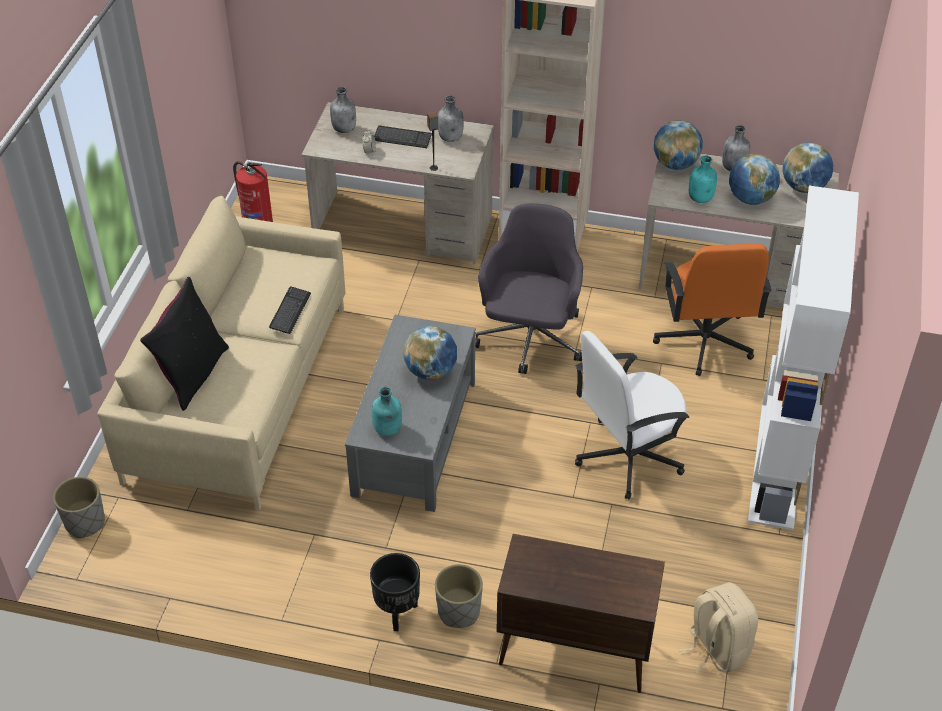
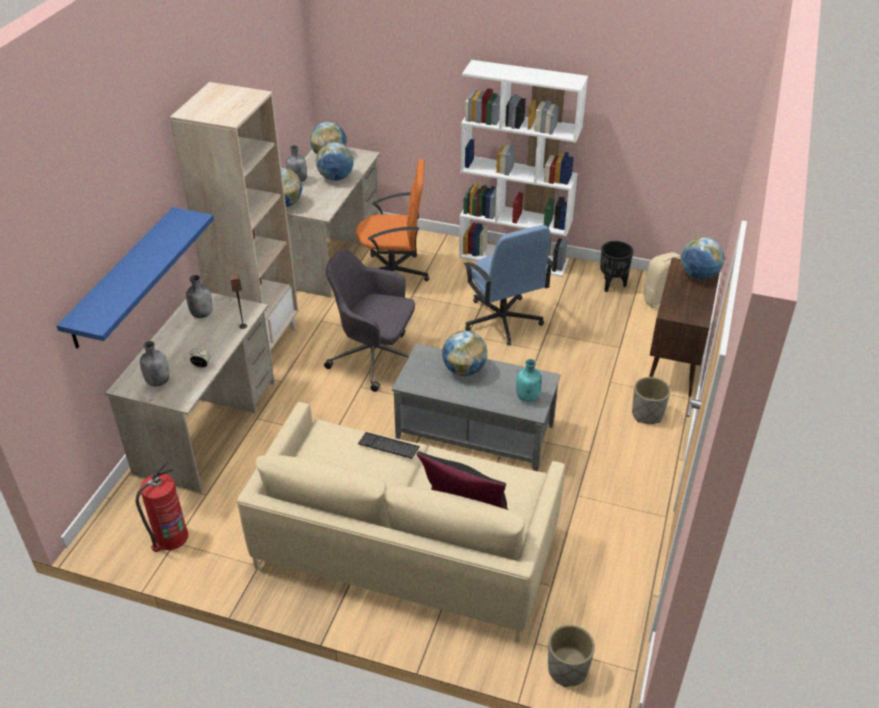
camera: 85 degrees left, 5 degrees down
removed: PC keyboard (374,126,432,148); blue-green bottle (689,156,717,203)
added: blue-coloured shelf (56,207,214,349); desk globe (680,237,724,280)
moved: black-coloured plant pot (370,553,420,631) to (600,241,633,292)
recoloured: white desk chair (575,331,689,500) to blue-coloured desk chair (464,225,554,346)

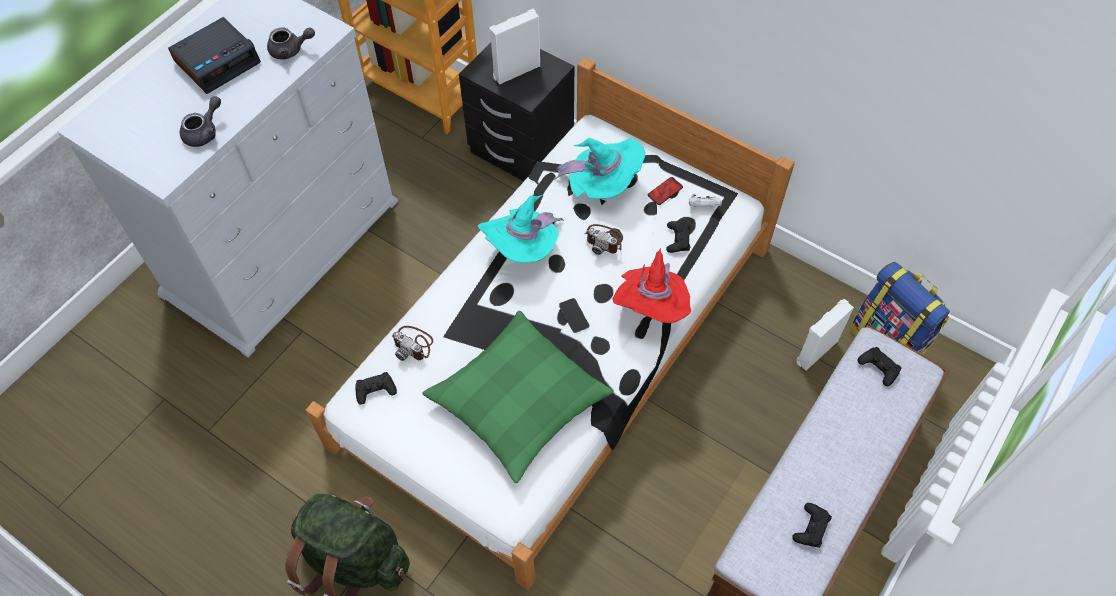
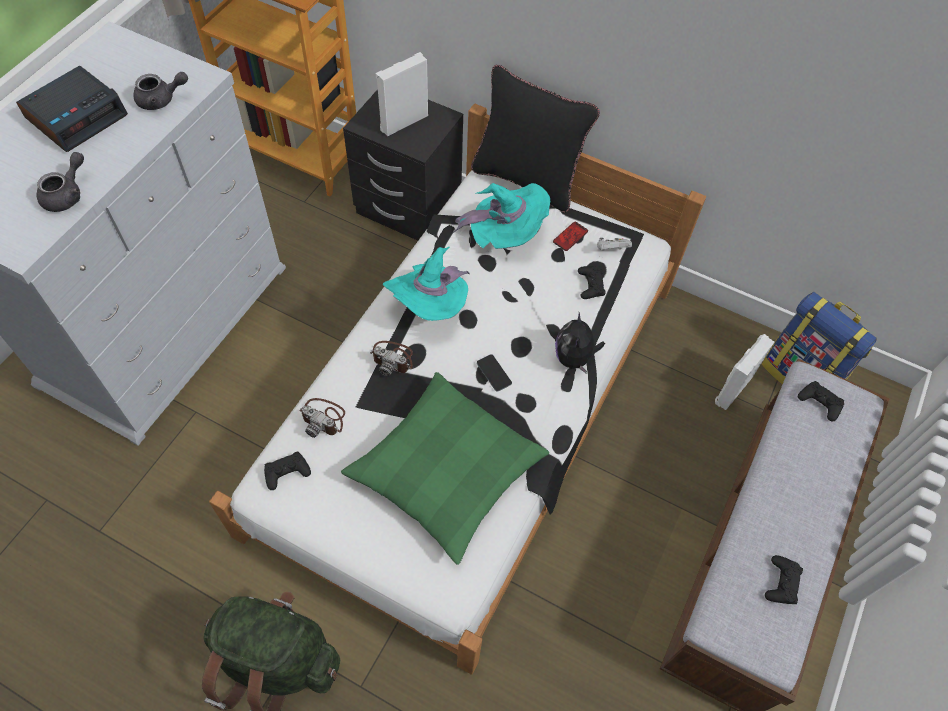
camera: 10 degrees left, 0 degrees up
added: black-coloured throw pillow (471,65,600,213)
moved: still camera (584,224,622,255) to (370,341,413,376)
replaced: reddish wearable hat (612,247,691,323) to soft toy (555,313,605,374)

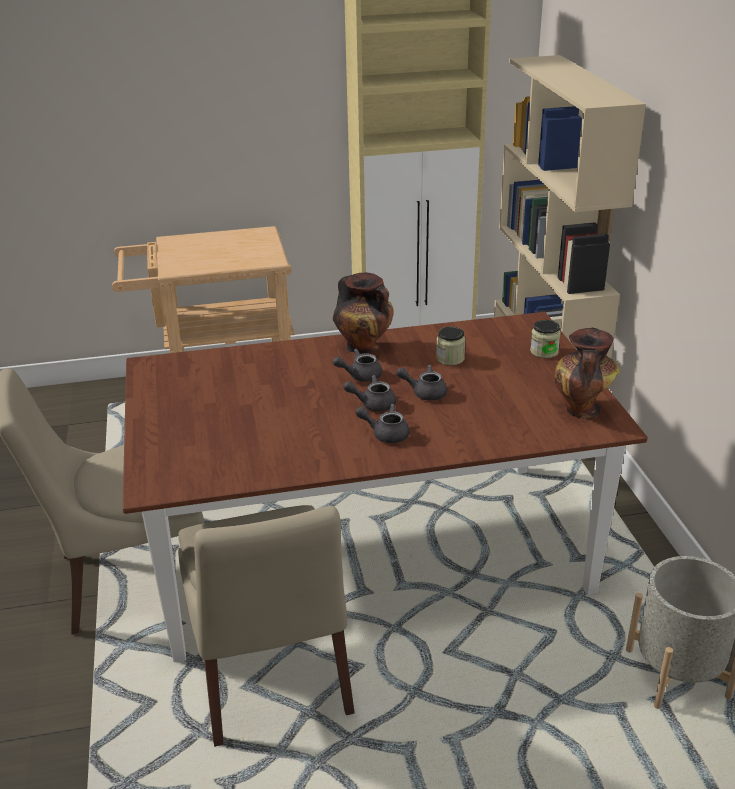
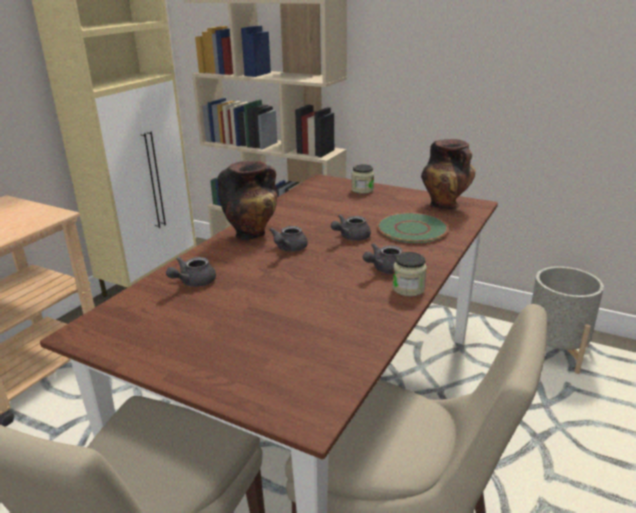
camera: 50 degrees left, 5 degrees down
added: greenish plate (377,213,449,243)
moved: grey teapot (343,375,396,412) to (166,257,216,287); preserve jar (436,327,465,365) to (393,252,427,296)

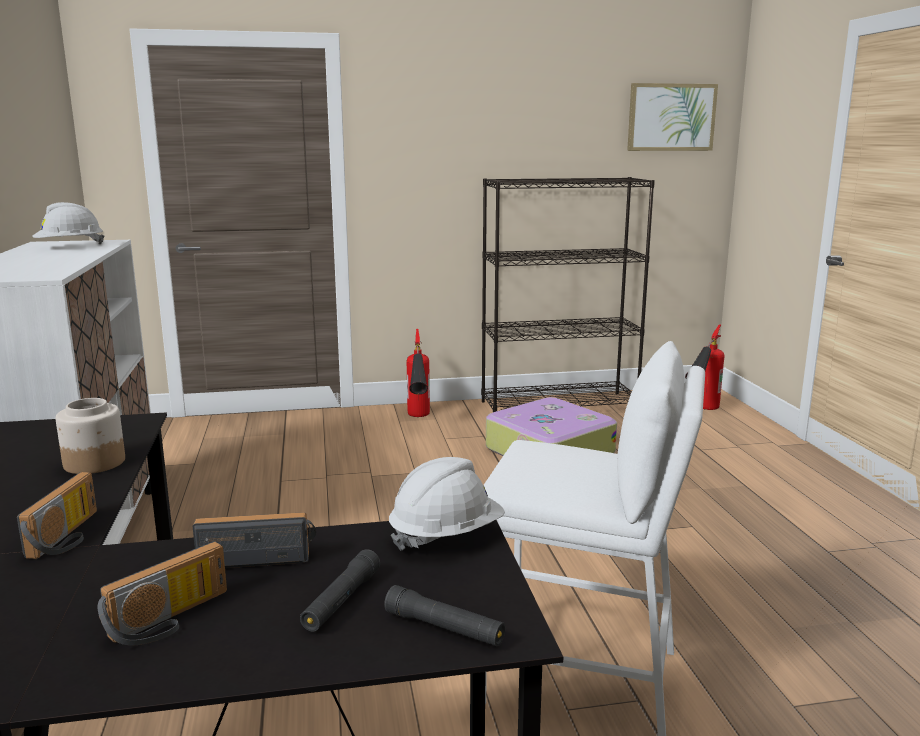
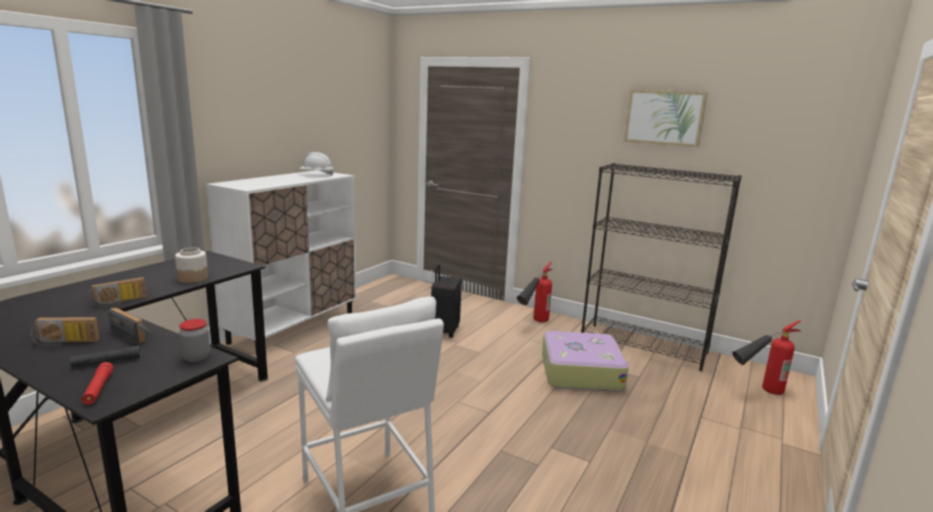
camera: 40 degrees right, 0 degrees up
added: black-coloured suitcase (431,264,462,338)
moved: wall picture (627,83,718,151) to (624,90,708,147)
replaced: white safety helmet (389,457,505,551) to preserve jar (179,319,210,362)
recoloured: black-coloured flashlight (384,585,505,646) to reddish flashlight (82,362,114,405)

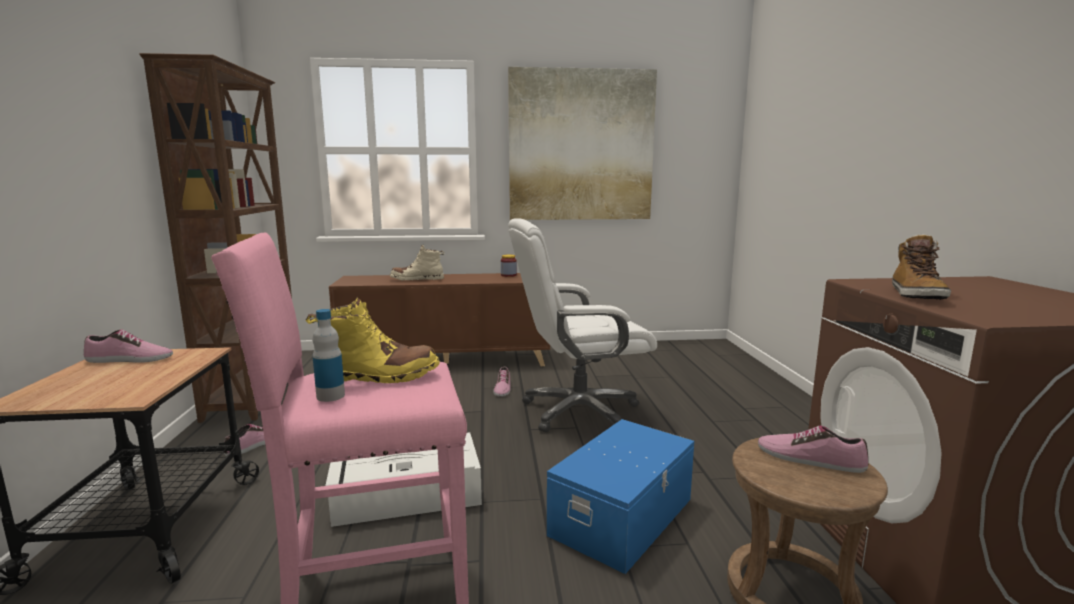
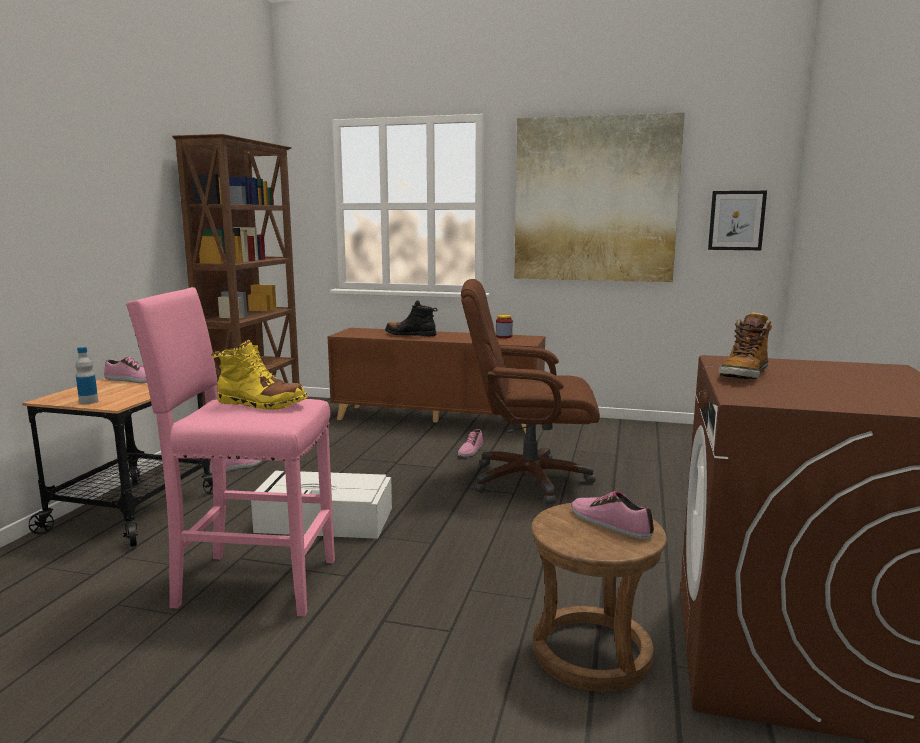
camera: 20 degrees right, 0 degrees up
removed: blue-coloured storage container (547,419,694,574)
added: wall picture (708,191,767,250)
moved: bottle (312,309,345,402) to (75,347,98,404)
recoloured: sand-coloured tall boot (389,244,444,280) to black-coloured tall boot (385,301,438,336); white desk chair (508,218,657,432) to brownish desk chair (461,279,600,504)

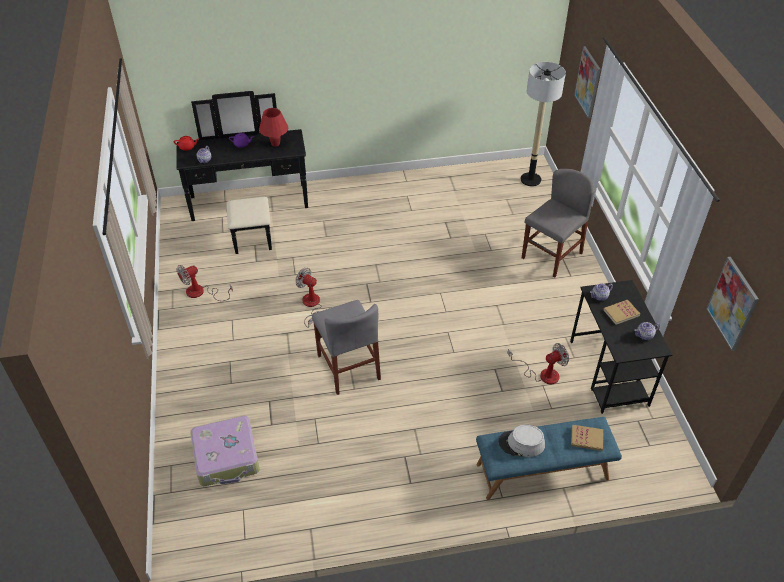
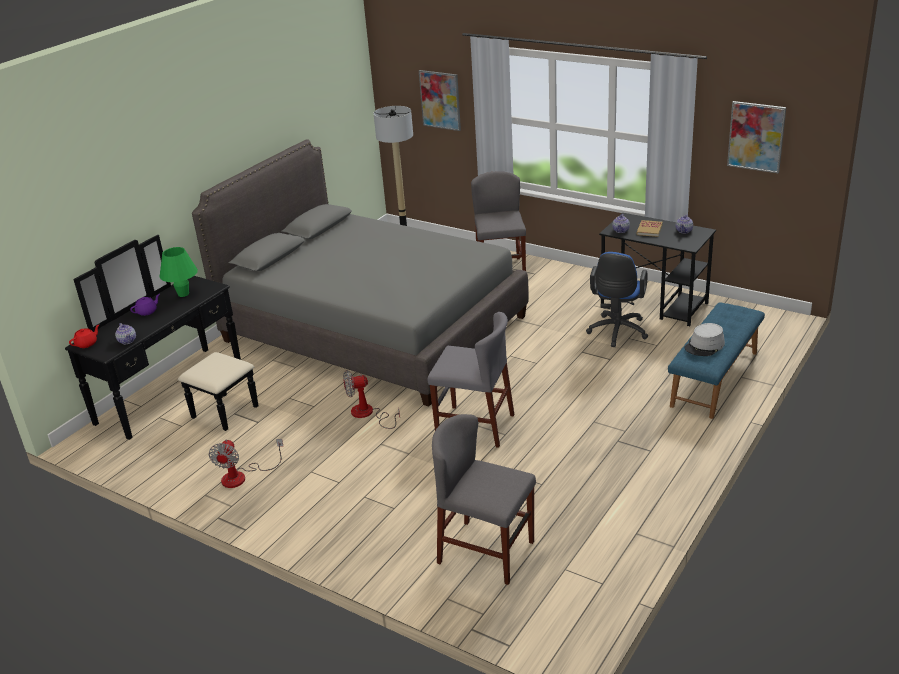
camera: 45 degrees left, 15 degrees down
removed: book (571,425,603,451)
added: grey bed (192,139,529,407)
replaced: suitcase (190,416,260,486) to grey chair (432,414,536,585); cooling fan (507,343,569,384) to blue-coloured desk chair (586,252,648,347)
recoloured: reddish lamp for a table (259,108,288,146) to greenish lamp for a table (160,247,198,297)

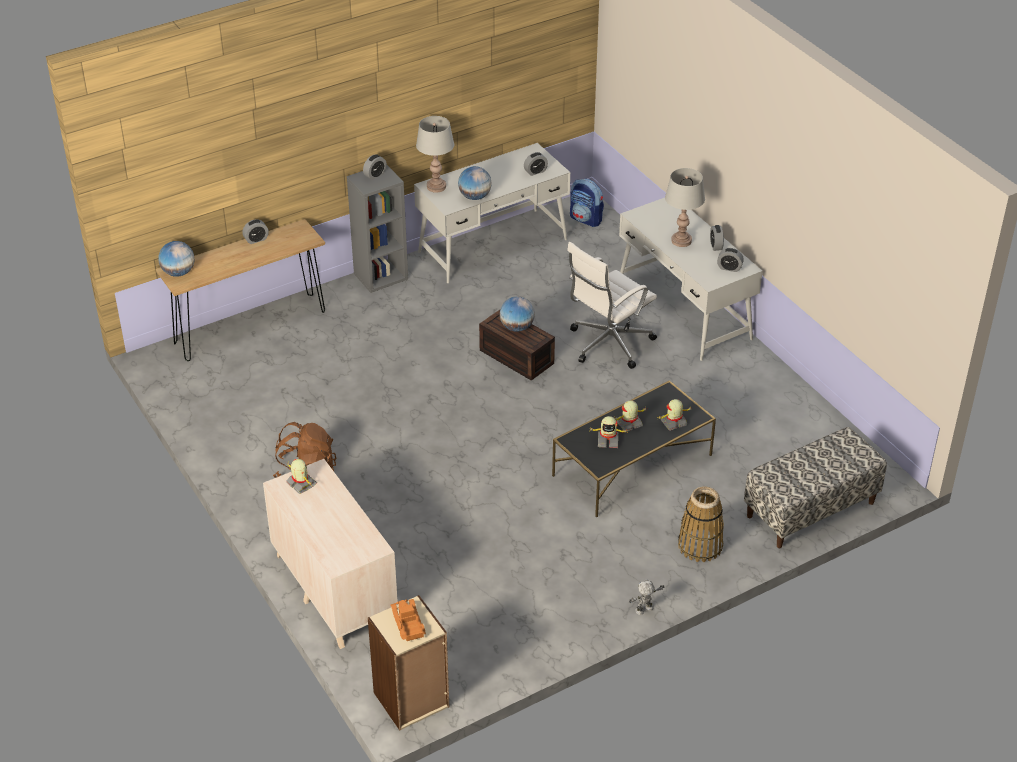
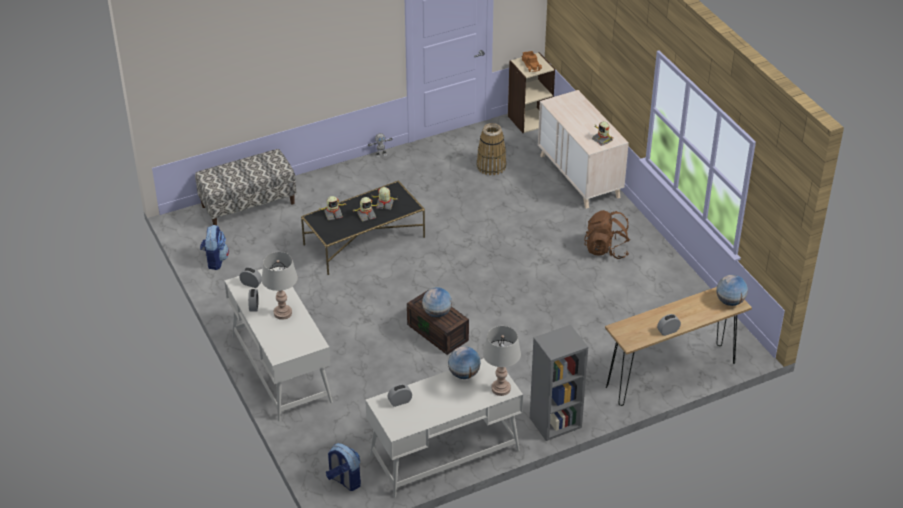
camera: 175 degrees left, 0 degrees up
removed: alarm clock (363,155,387,180); white desk chair (567,242,657,369)
added: knapsack (200,225,229,270)
moved: storage basket (678,486,724,562) to (476,123,506,176)

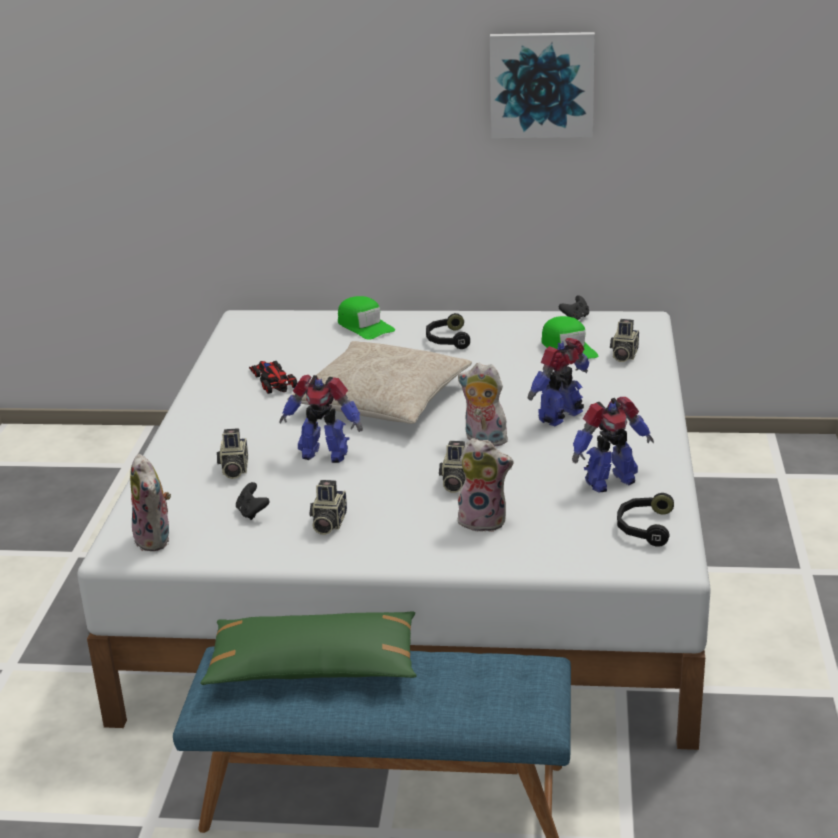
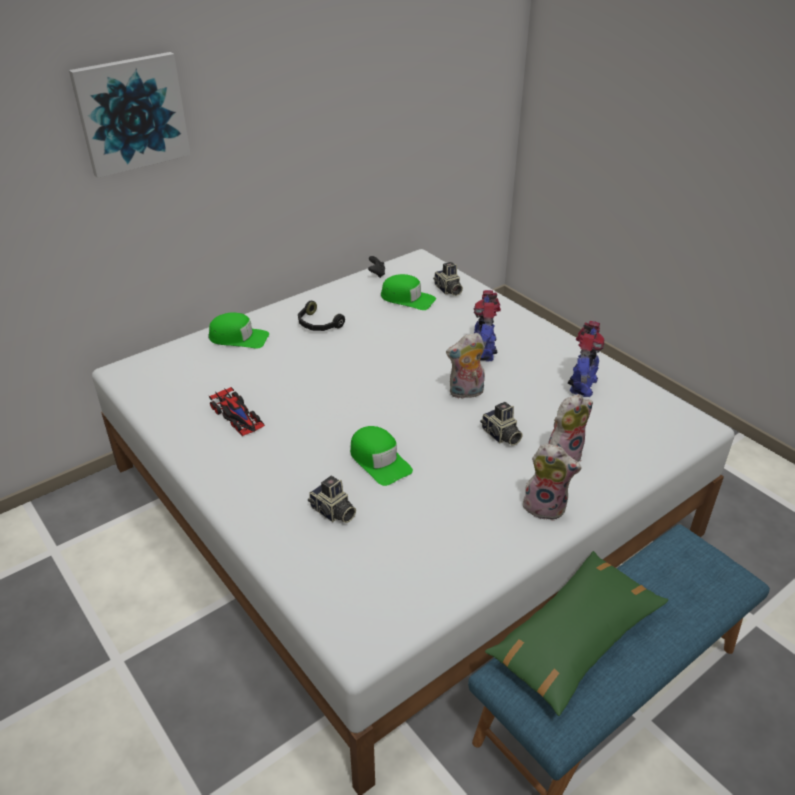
camera: 45 degrees left, 10 degrees up
removed: black-coloured game controller (236,482,270,520); sand-coloured throw pillow (287,341,472,424); still camera (309,480,347,535); black-coloured pair of headphones (617,493,674,547)
moved: wall picture (490,32,595,138) to (69,52,191,178); soft toy (130,454,171,551) to (523,443,582,521)
replaced: model robot (279,375,363,463) to greenish cap (350,426,413,486)
turned: toy car (249,361,298,394) = (209,387,265,436) 150 degrees counterclockwise

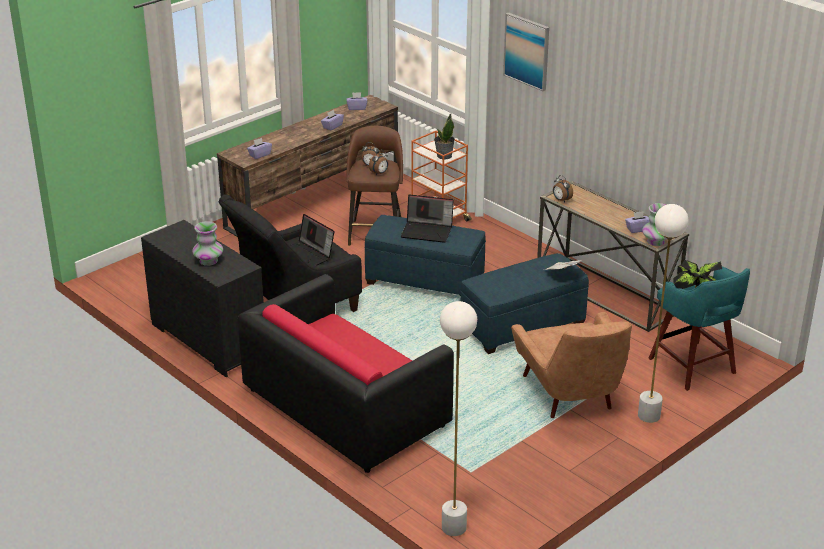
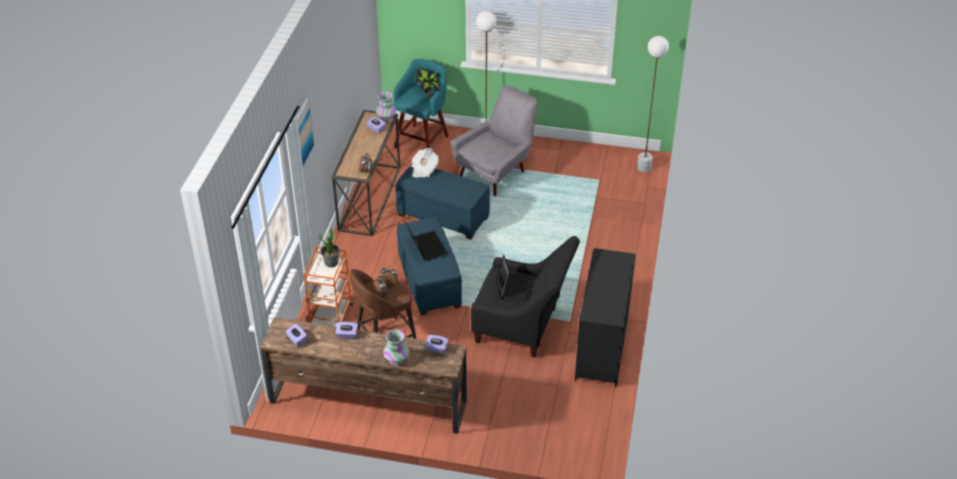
camera: 125 degrees left, 10 degrees up
removed: couch (238,274,454,473)
moved: flower vase (192,221,223,266) to (383,329,410,365)
recoloured: brownish armchair (511,312,632,418) to grey armchair (451,86,537,196)

